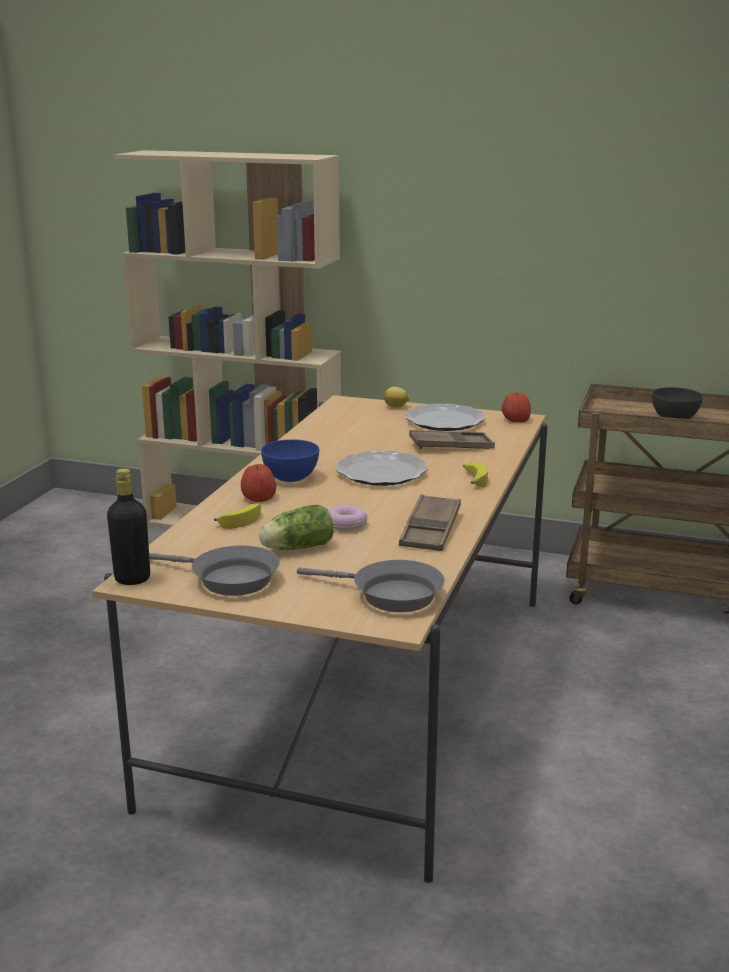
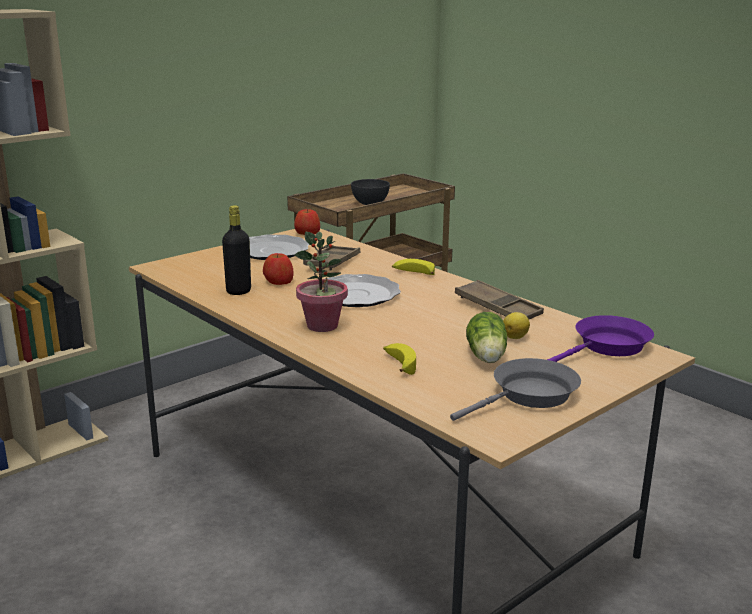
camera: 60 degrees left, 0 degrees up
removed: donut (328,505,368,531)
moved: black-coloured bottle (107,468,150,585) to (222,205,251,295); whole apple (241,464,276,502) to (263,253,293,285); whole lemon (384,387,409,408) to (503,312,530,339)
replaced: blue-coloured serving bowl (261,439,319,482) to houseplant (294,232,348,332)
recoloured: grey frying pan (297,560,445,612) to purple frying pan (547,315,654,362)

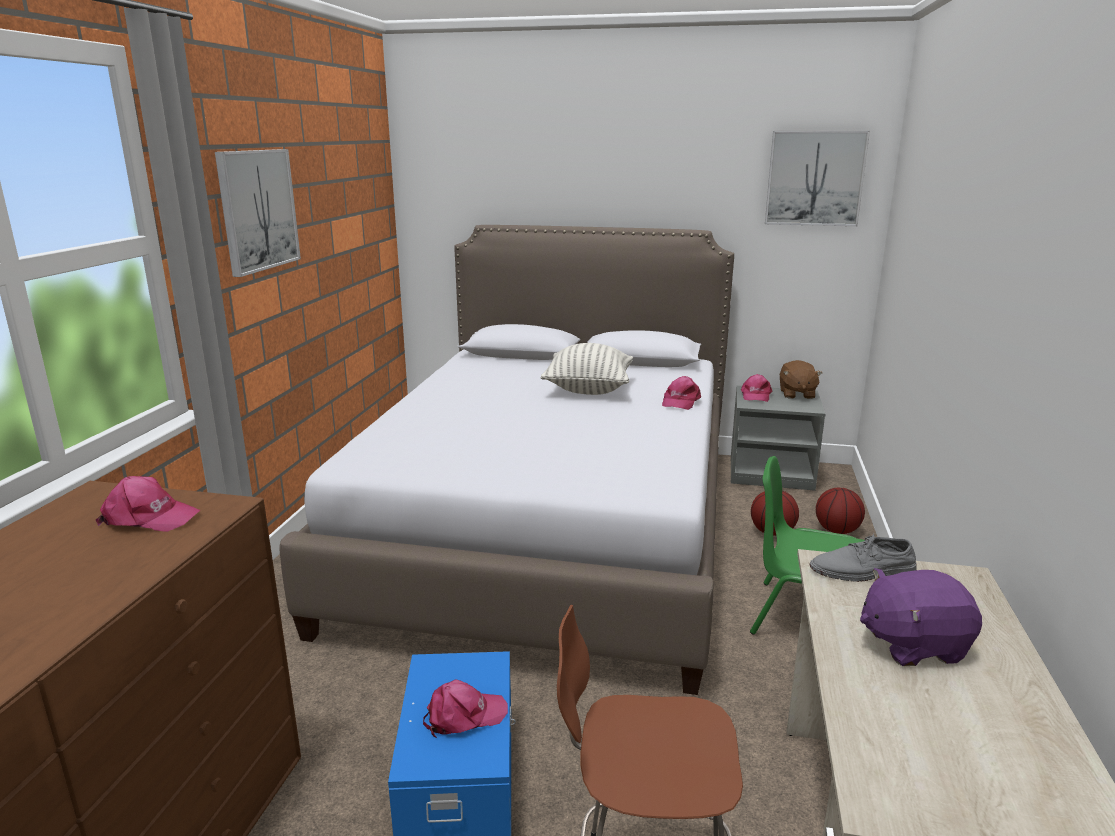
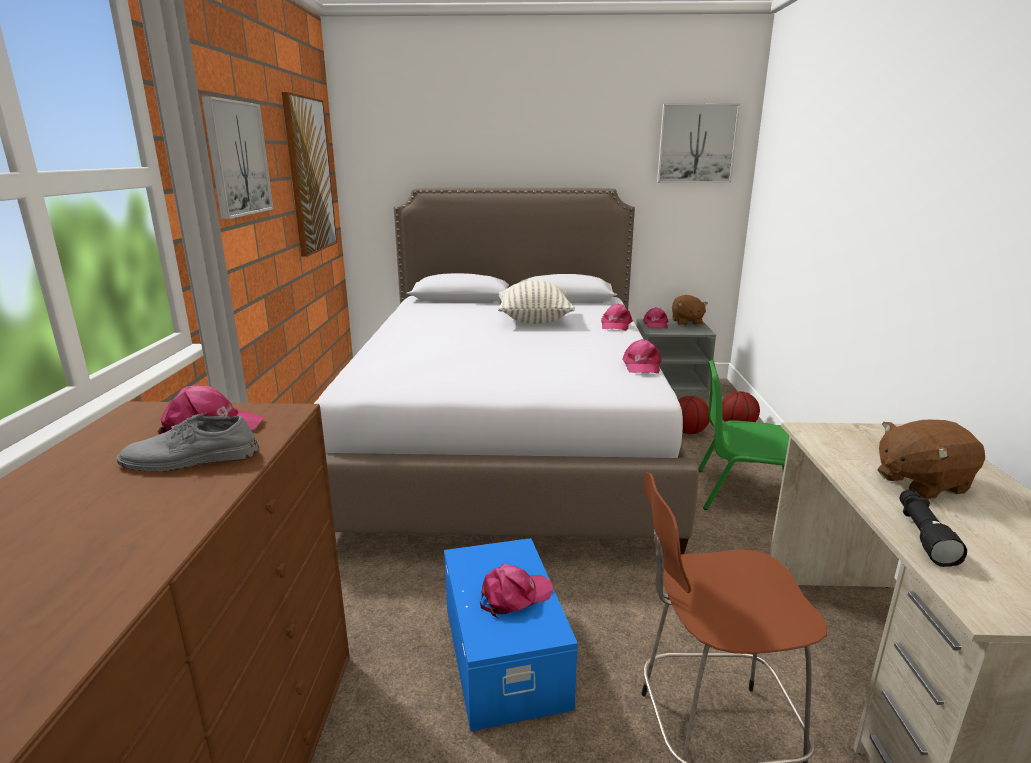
camera: 10 degrees left, 0 degrees up
added: wall picture (282,92,337,257); pink cap (622,339,662,374); black-coloured flashlight (900,490,967,567)
moved: grey shoe (810,533,917,582) to (117,412,259,472)
recoloured: purple soft toy (860,568,982,666) to brownish soft toy (878,420,985,499)

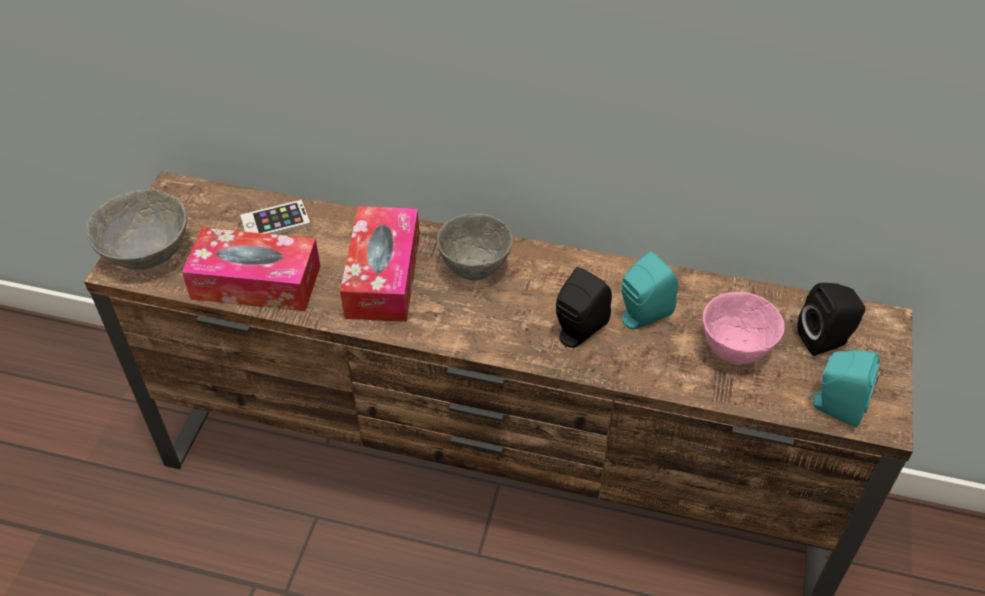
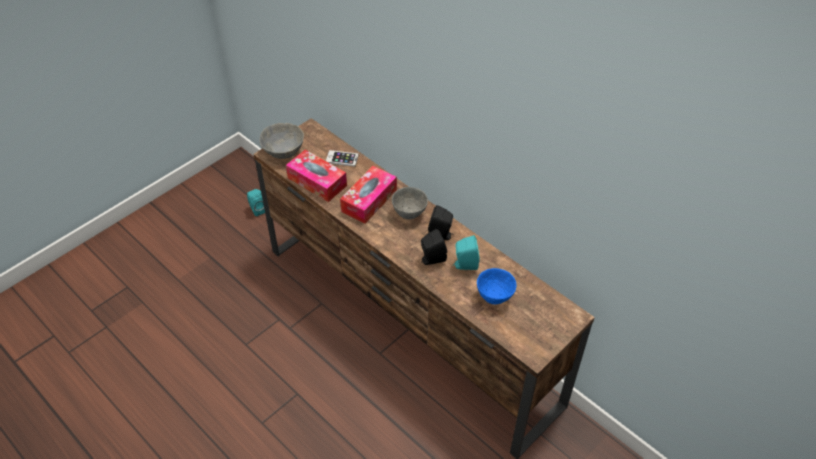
camera: 30 degrees right, 0 degrees up
moved: blue-green loudspeaker (808,350,880,427) to (247,189,265,216); black-coloured loudspeaker (797,283,865,356) to (428,205,454,240)
recoloured: pink serving bowl (702,292,785,365) to blue-coloured serving bowl (477,268,517,304)

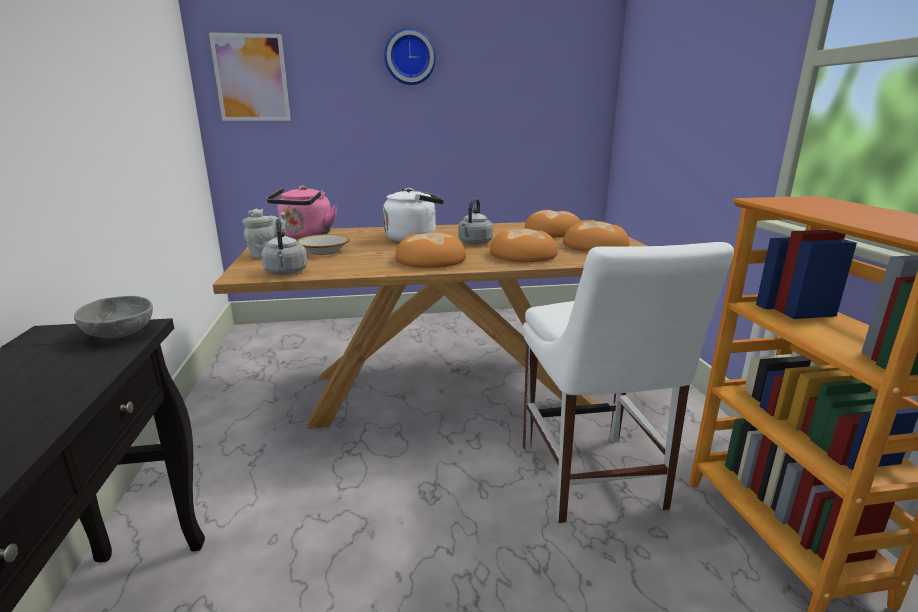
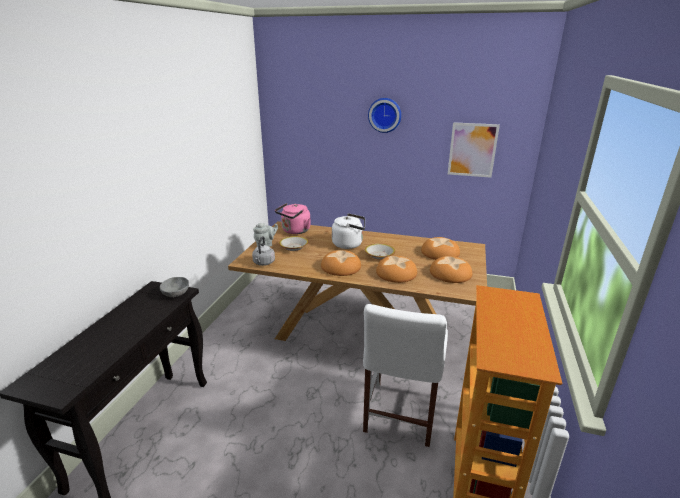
camera: 25 degrees right, 5 degrees up
moved: wall picture (209,32,291,121) to (448,122,500,178)
replaced: grey tea kettle (458,199,493,244) to serving bowl (365,244,395,259)

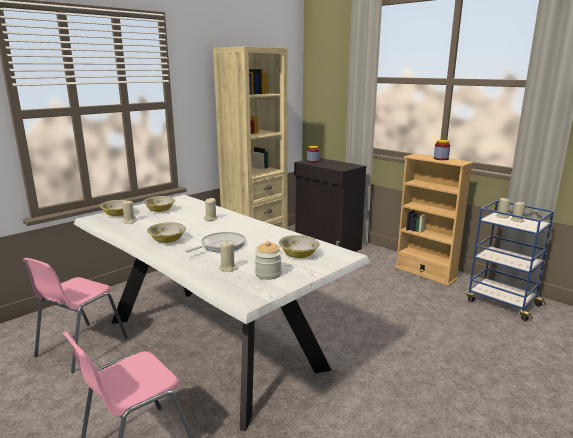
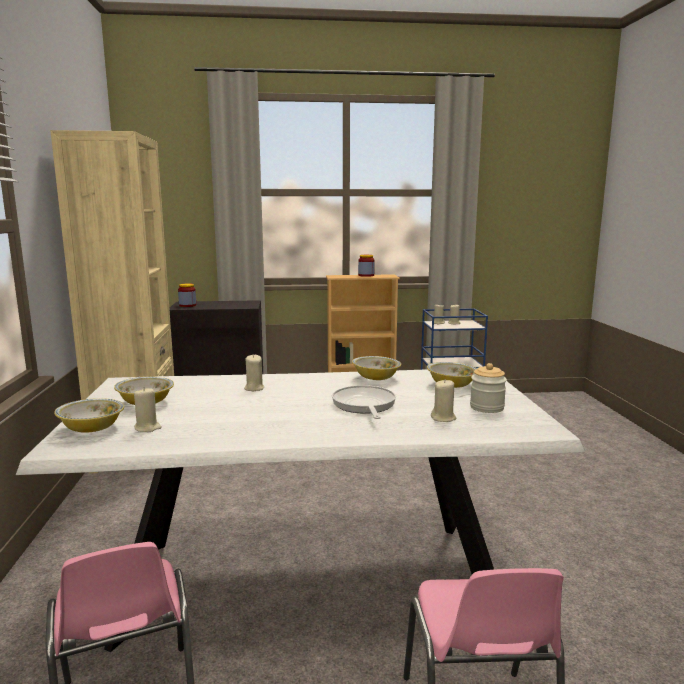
camera: 50 degrees left, 5 degrees down
moved: serving bowl (147,222,186,243) to (352,356,401,380)

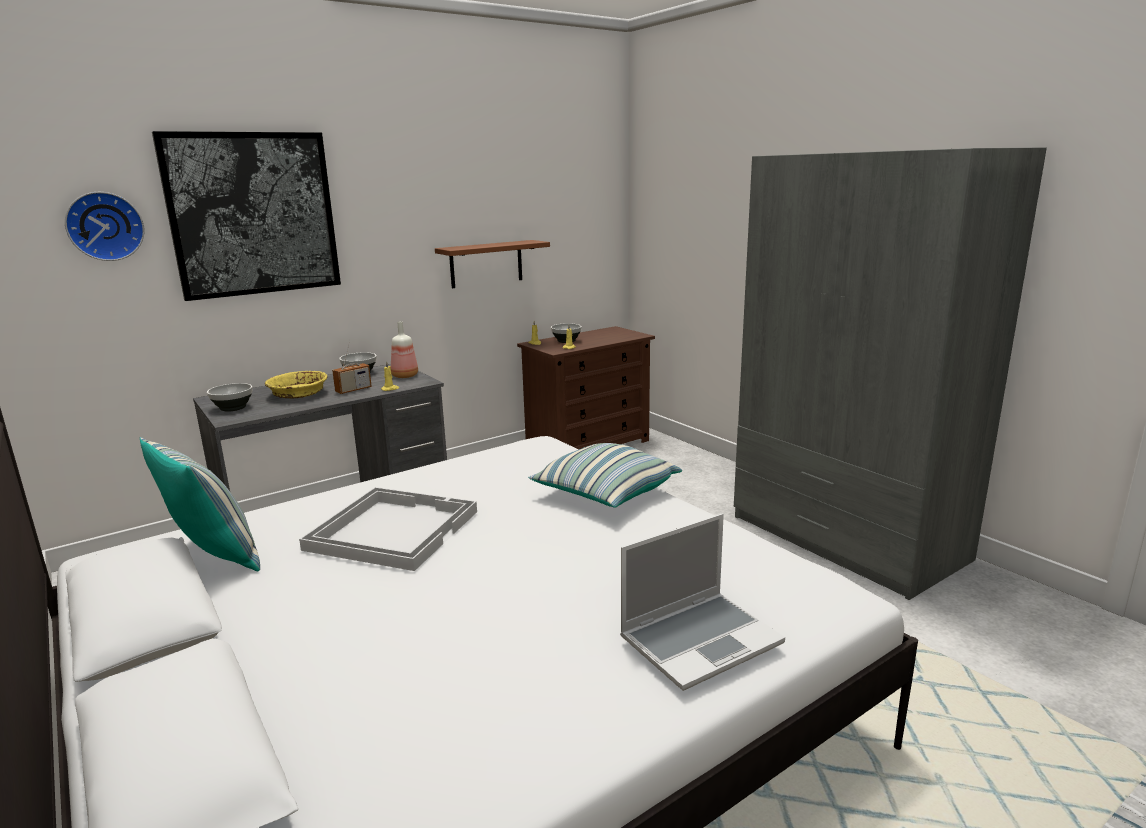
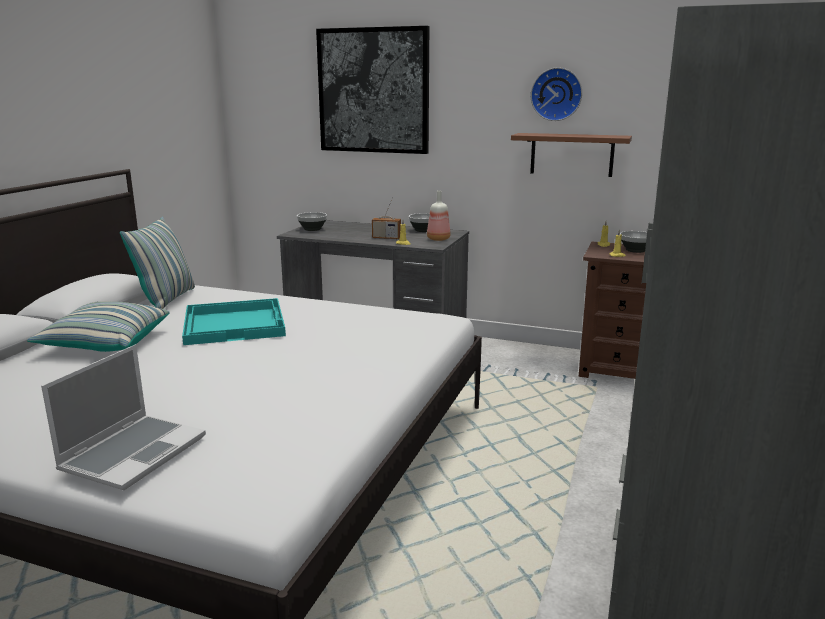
camera: 55 degrees right, 0 degrees up
removed: yellow serving bowl (265,371,328,399)
moved: throw pillow (528,443,682,508) to (27,301,170,352); wall clock (65,192,144,261) to (531,67,582,121)
recoloured: white serving tray (299,487,477,571) to blue-green serving tray (182,298,286,345)
turned: notebook computer (620,513,785,691) = (41,345,206,490) 90 degrees counterclockwise

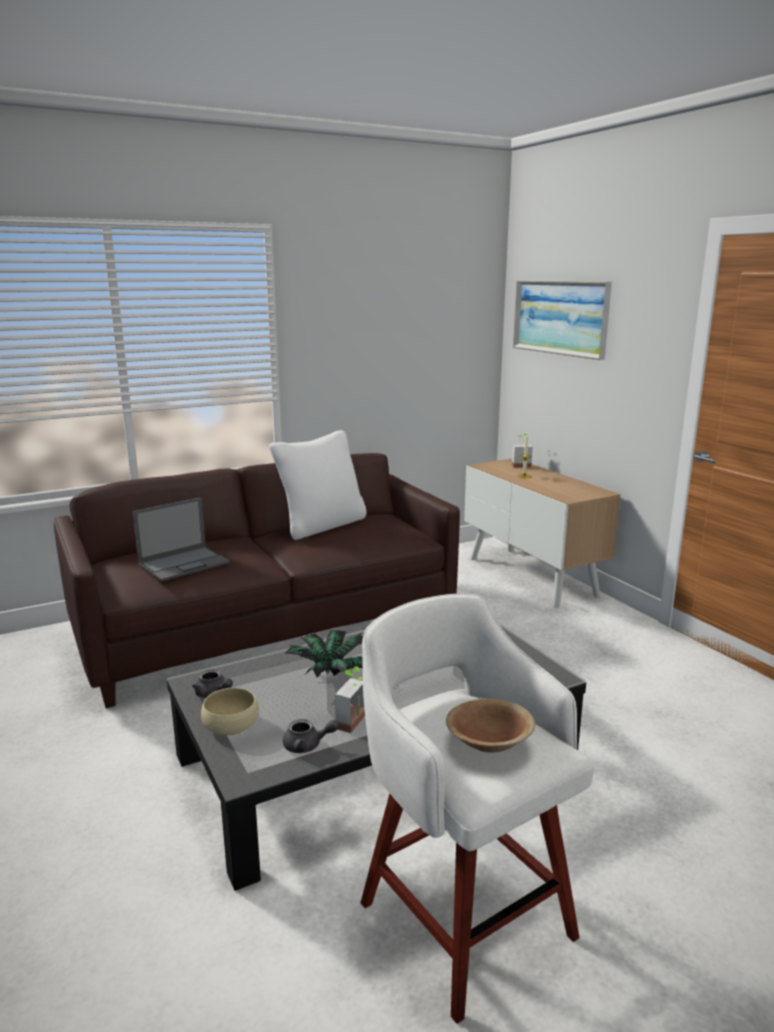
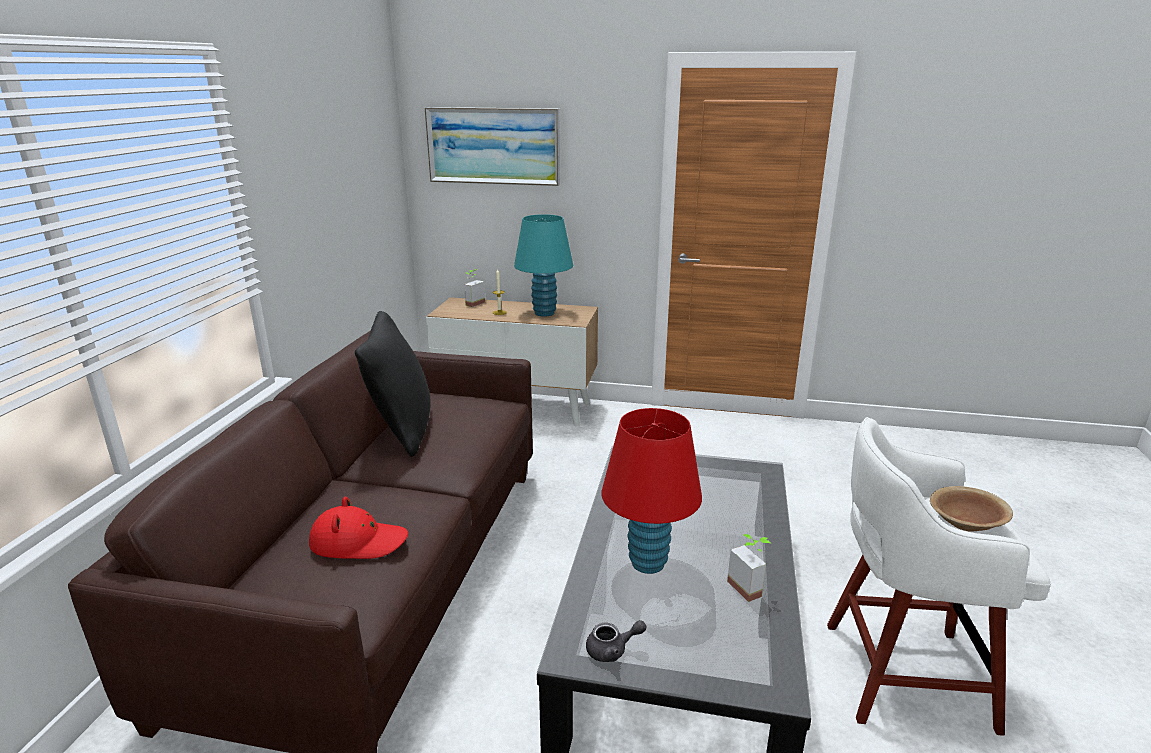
camera: 50 degrees left, 5 degrees up
removed: sand-coloured serving bowl (201,688,259,735); grey teapot (283,719,339,753)
added: blue-green lamp for a table (514,214,573,317)
replaced: notebook computer (132,497,230,581) to reddish wearable hat (309,497,408,559); houseplant (285,630,363,678) to reddish lamp for a table (601,408,702,574)
recoloured: white throw pillow (269,430,367,540) to black-coloured throw pillow (355,311,431,457)

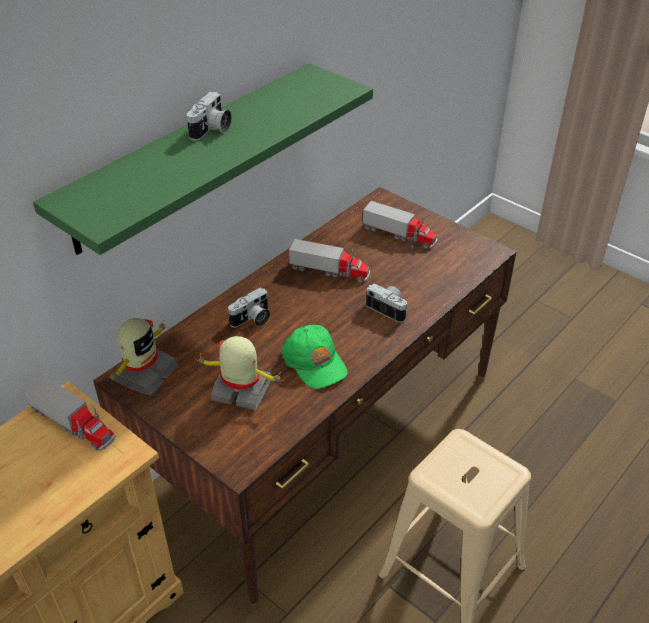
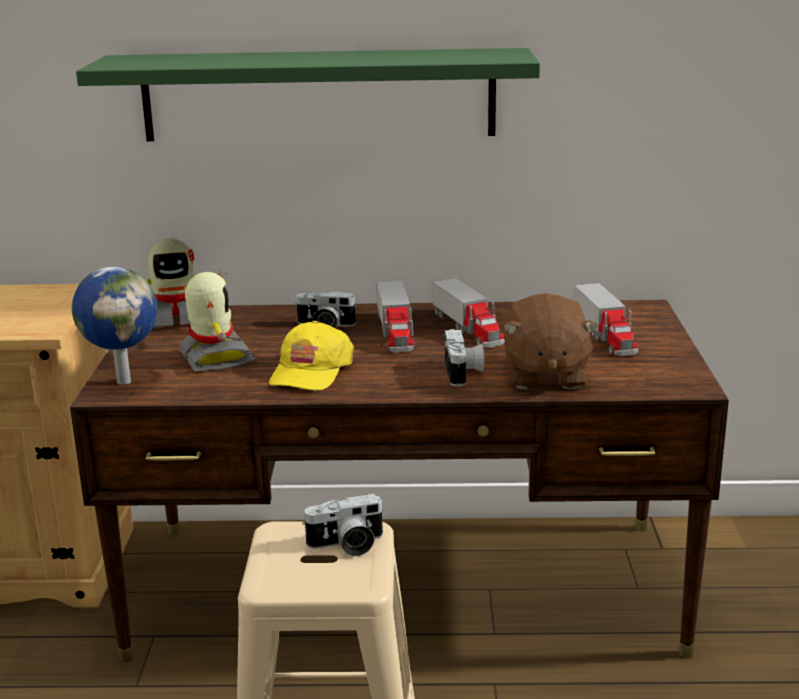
camera: 50 degrees right, 20 degrees down
added: desk globe (72,266,157,385); brownish soft toy (503,293,599,389)
moved: still camera (186,92,232,141) to (302,494,385,556); toy truck (23,375,116,451) to (376,281,415,353)
recoloured: greenish cap (282,325,348,389) to yellow cap (269,321,354,390)

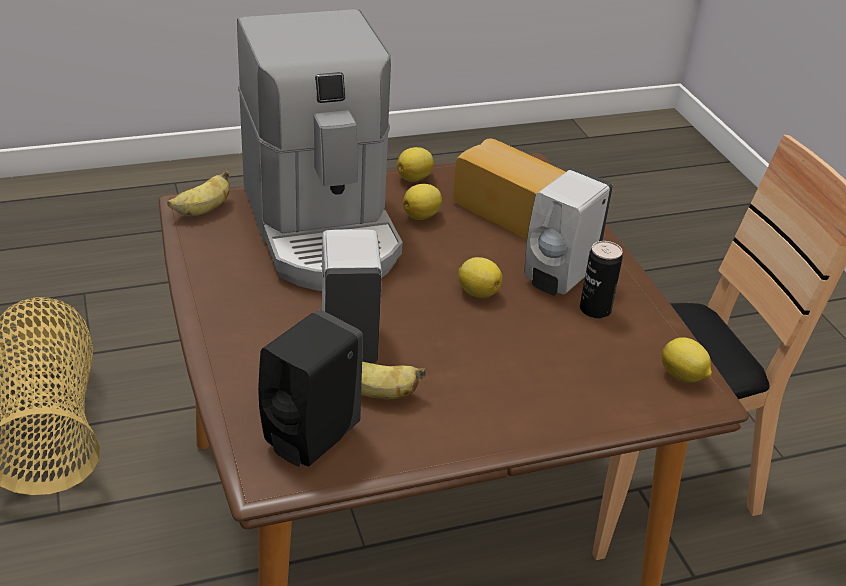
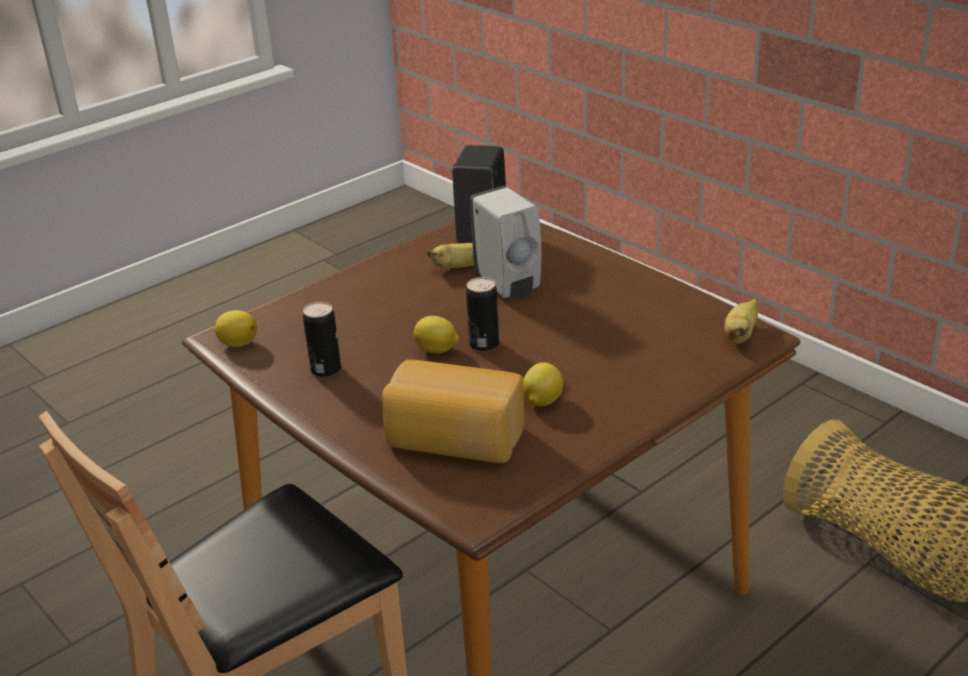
camera: 160 degrees right, 5 degrees down
removed: coffee machine (237,9,403,291); whole lemon (397,147,434,182); white soap dispenser (524,168,613,296)
added: can (466,277,499,351)

